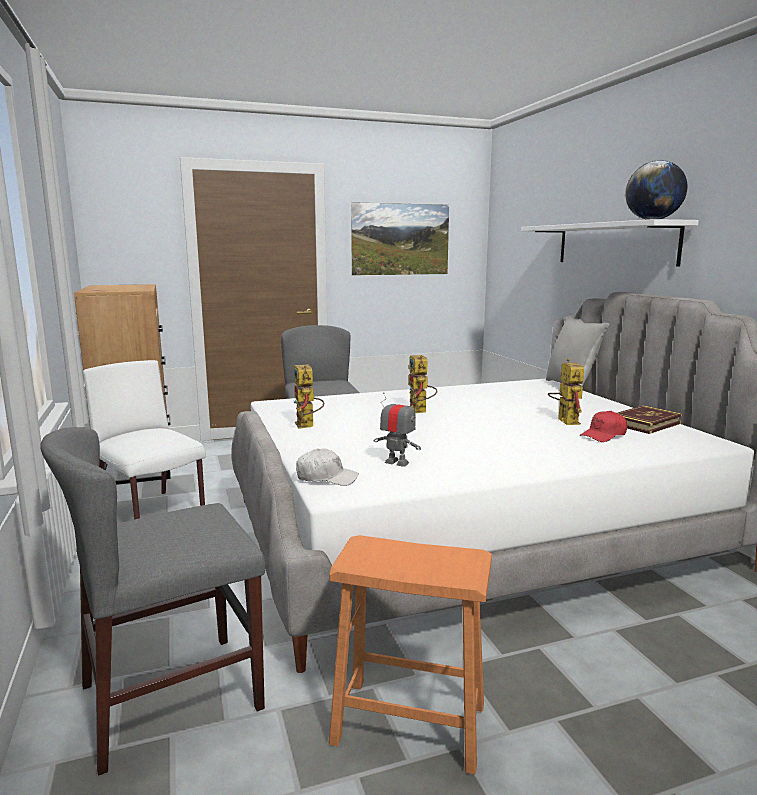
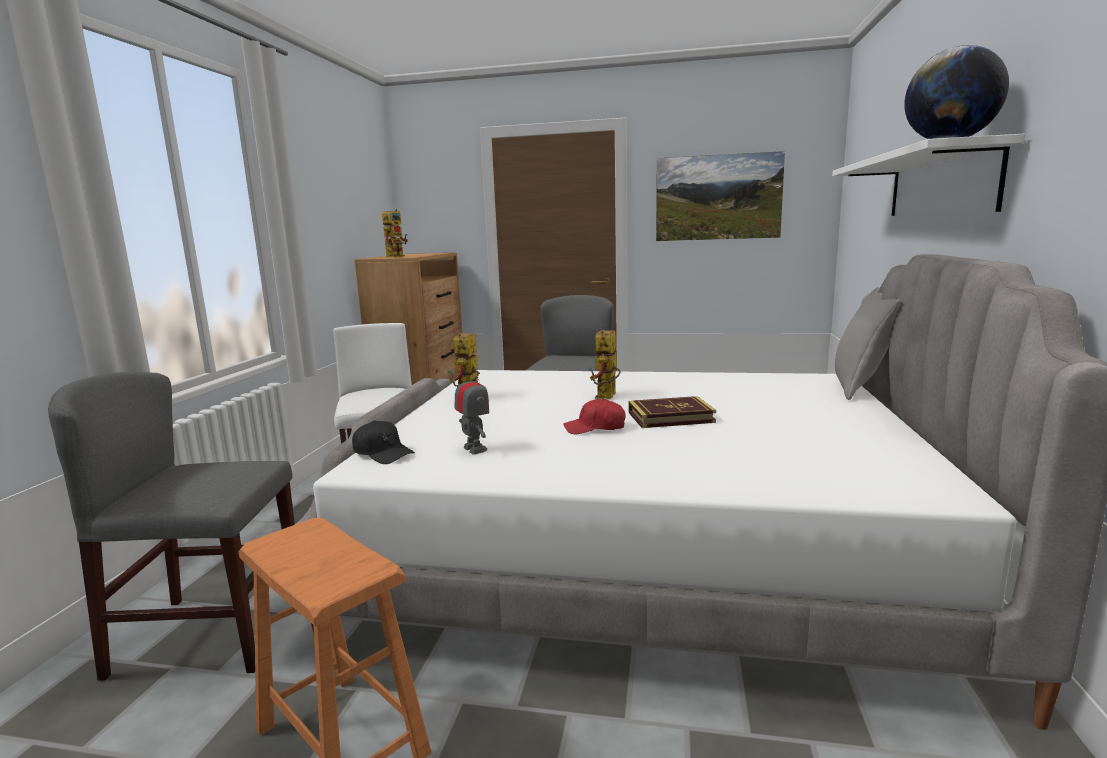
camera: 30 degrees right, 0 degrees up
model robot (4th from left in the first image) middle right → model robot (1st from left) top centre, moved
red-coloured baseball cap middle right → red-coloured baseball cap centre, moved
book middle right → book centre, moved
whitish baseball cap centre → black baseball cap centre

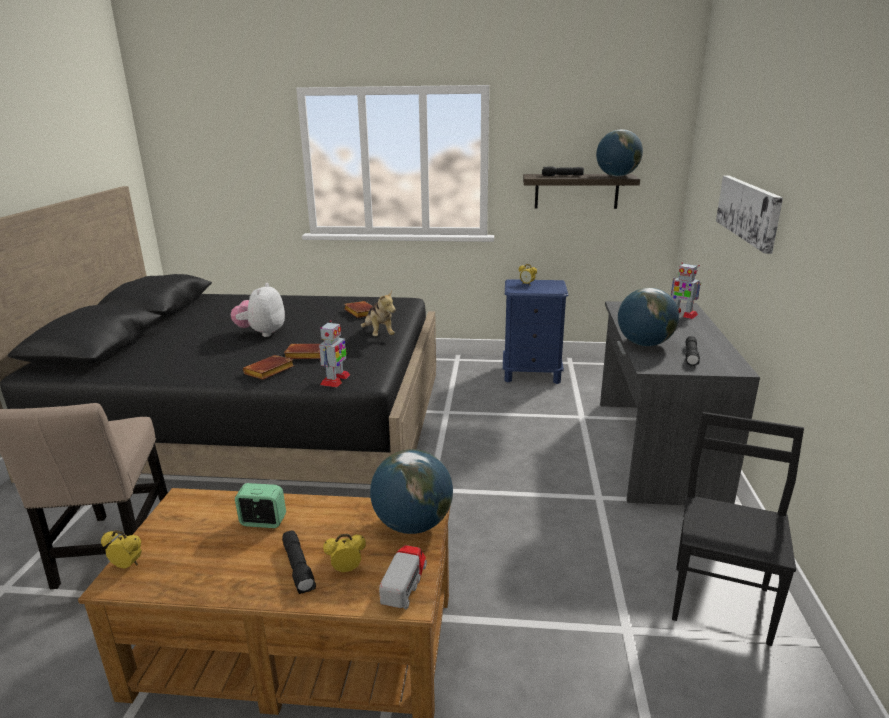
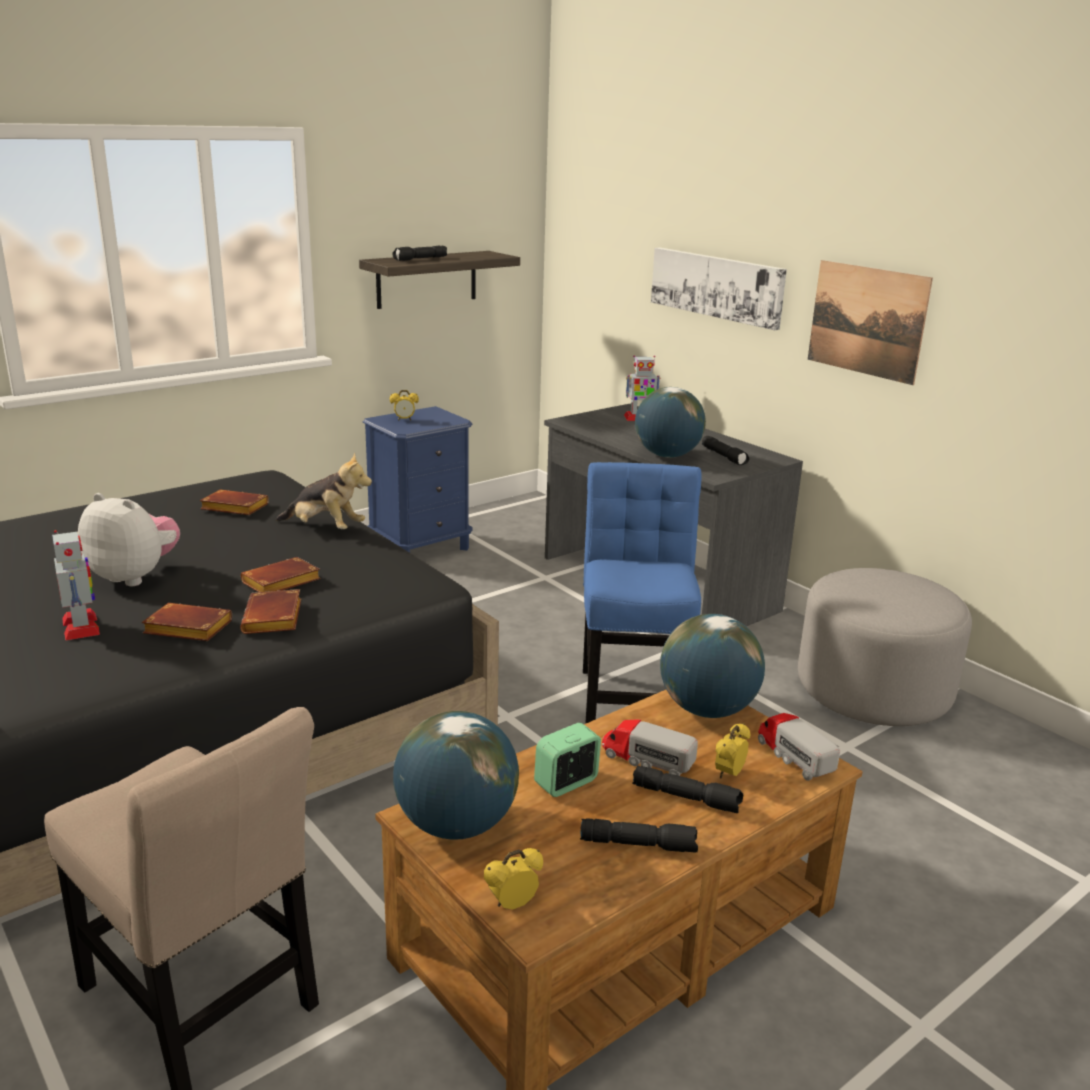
camera: 45 degrees left, 0 degrees up
- → brown book (1st from left) middle left
- → black hand torch (2nd from left) bottom centre
- → bluish chair centre
- → toy truck (1st from left) bottom centre
- → wall art (2nd from left) top right
model robot (1st from left) centre → model robot (1st from left) middle left, moved
world globe (2nd from left in the first image) top right → world globe (1st from left) bottom centre, moved
black chair bottom right → gray footrest middle right
soft toy (1st from left) middle left, 150 degrees clockwise

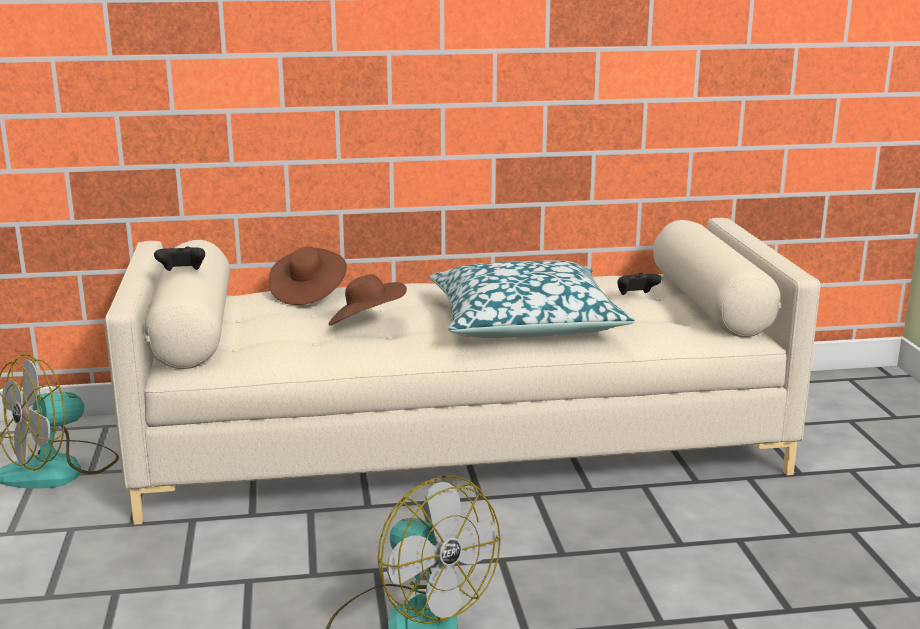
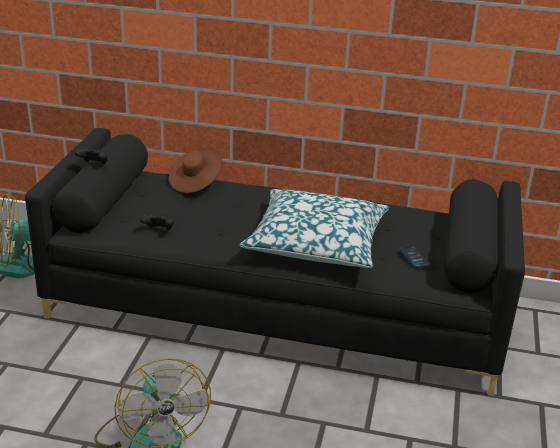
camera: 20 degrees right, 10 degrees up
brown clothing hat (2nd from left) centre → -
- → handset middle right
black joypad (2nd from left) middle right → black joypad (2nd from left) middle left, moved
sand-coloured sofa centre → black sofa centre

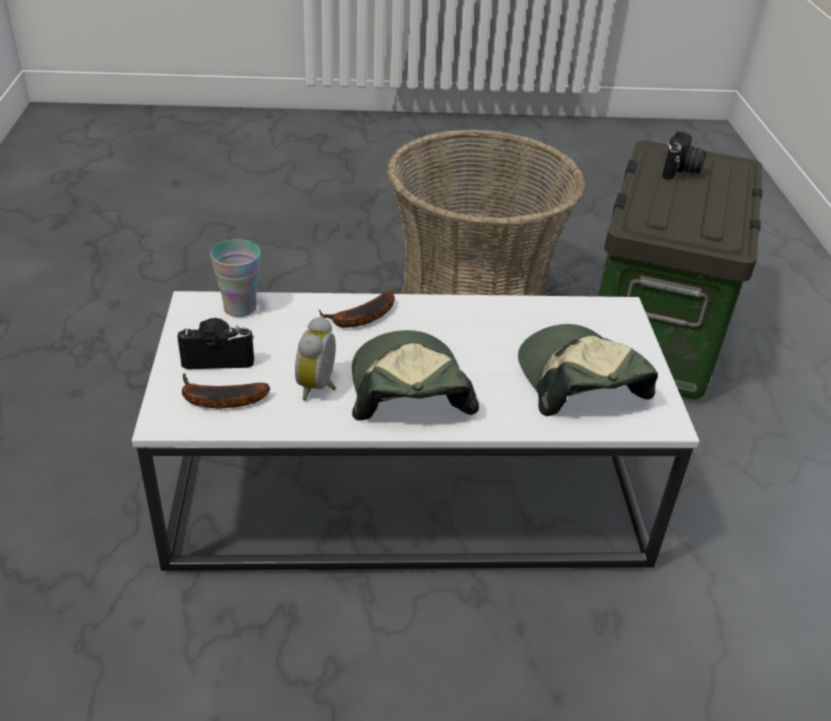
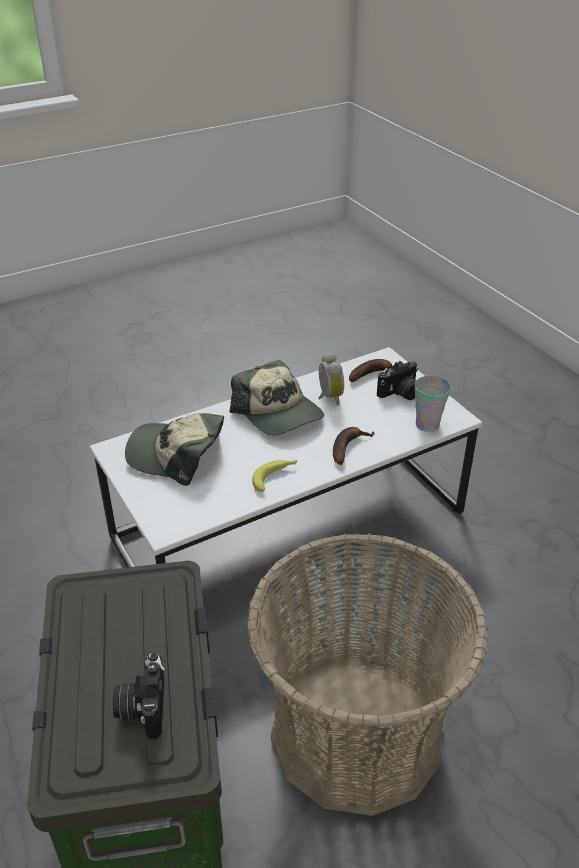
camera: 155 degrees right, 0 degrees up
- → banana (1st from left) centre
baseball cap (2nd from left in the first image) middle right → baseball cap (1st from left) middle left, 150 degrees clockwise

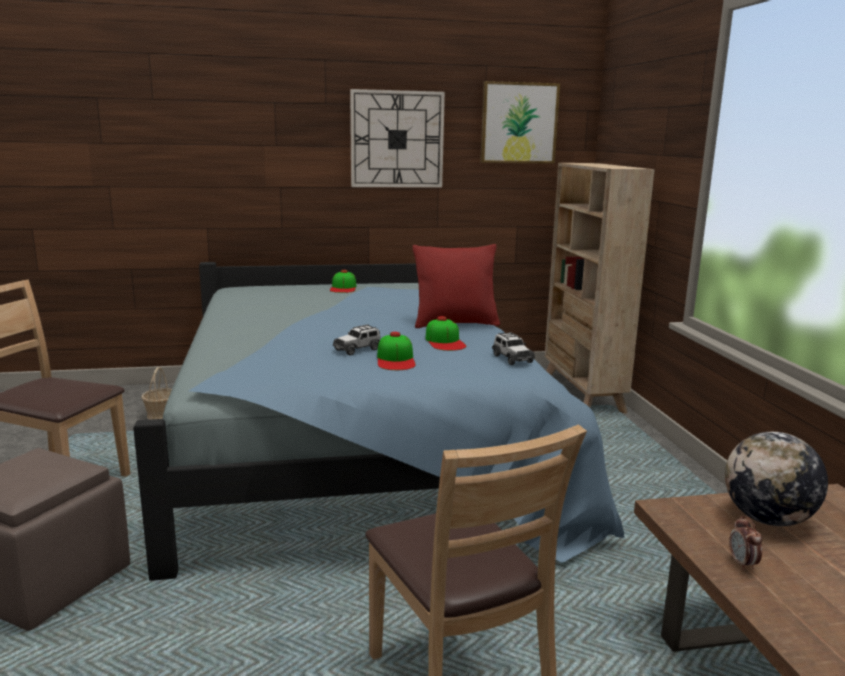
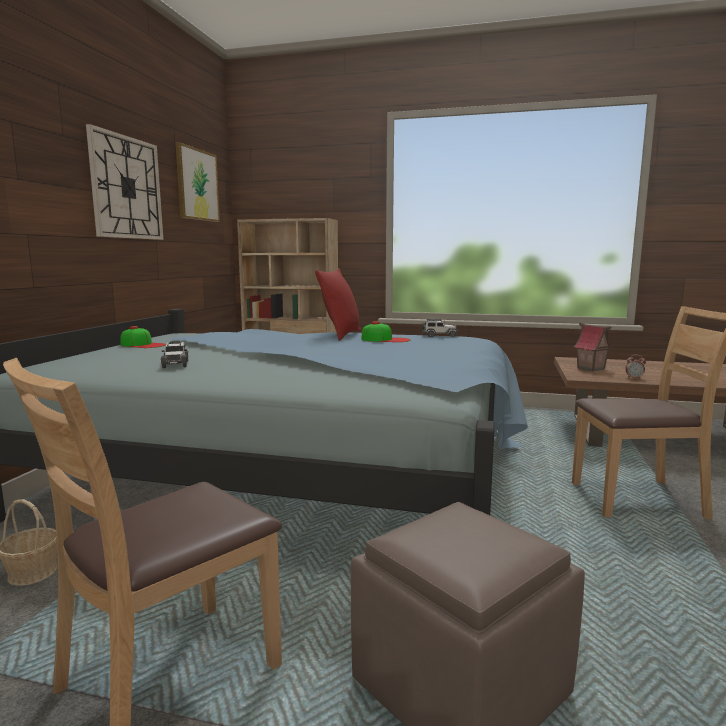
camera: 65 degrees left, 5 degrees down
baseball cap (2nd from left) centre → -
toy car (1st from left) centre → toy car (1st from left) middle left, moved
world globe bottom right → model house middle right

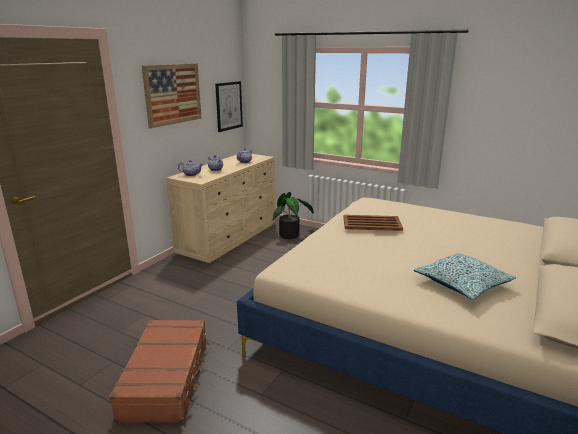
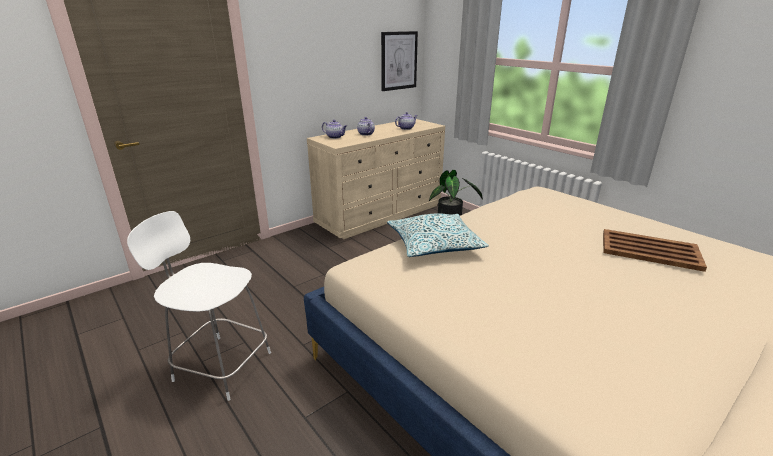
camera: 20 degrees right, 5 degrees up
wall art (1st from left) top left → -
brown serving tray centre → brown serving tray middle right, moved
throw pillow middle right → throw pillow centre, moved
brown travel case bottom left → whitish chair bottom left

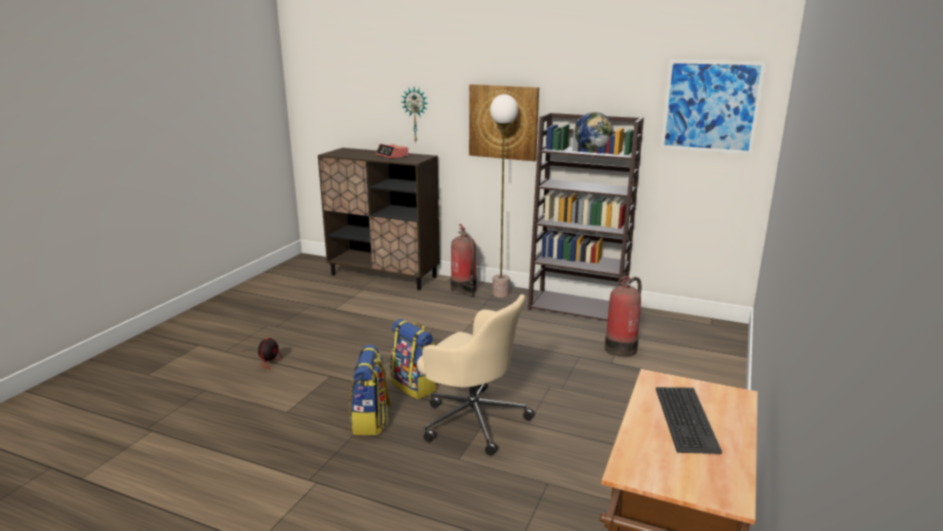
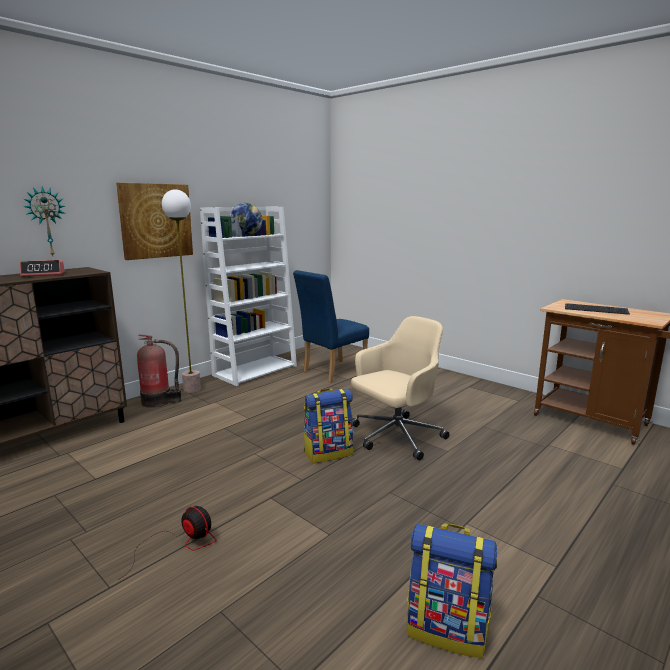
camera: 70 degrees left, 5 degrees down
wall art (2nd from left) top right → -
backpack (1st from left in the first image) bottom centre → backpack (2nd from left) bottom right, moved
fire-fighting cylinder (2nd from left) centre → bluish chair centre
brown bookshelf centre → whitish bookshelf centre

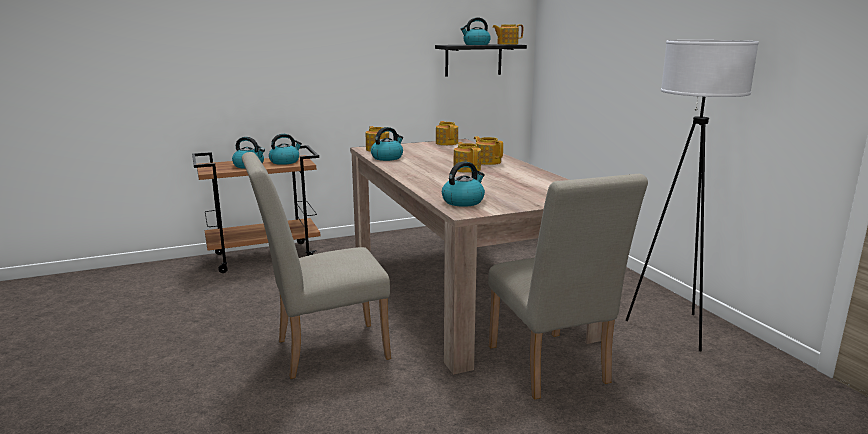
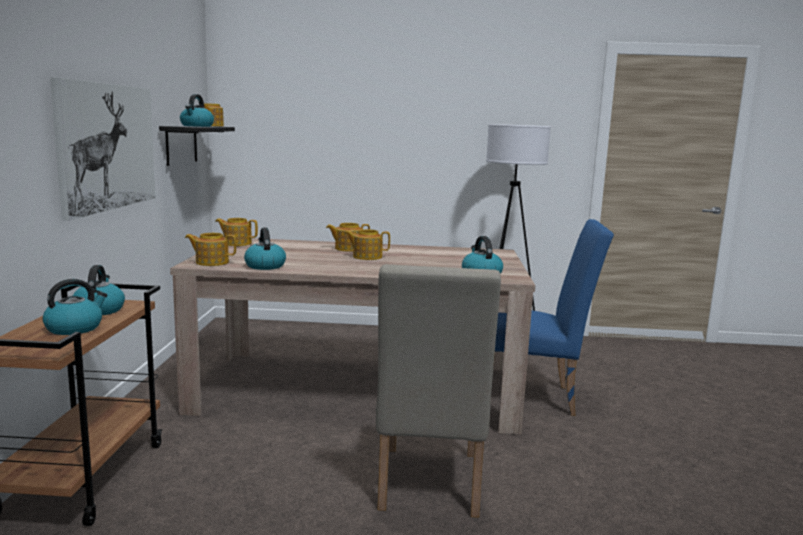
camera: 65 degrees left, 5 degrees down
- → wall art top left
sand-coloured chair (2nd from left) centre → bluish chair middle right

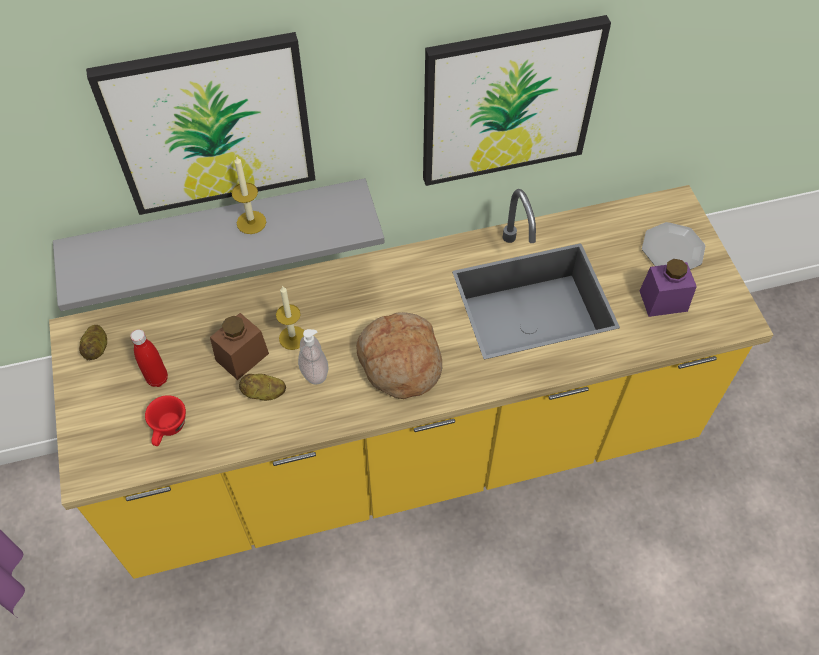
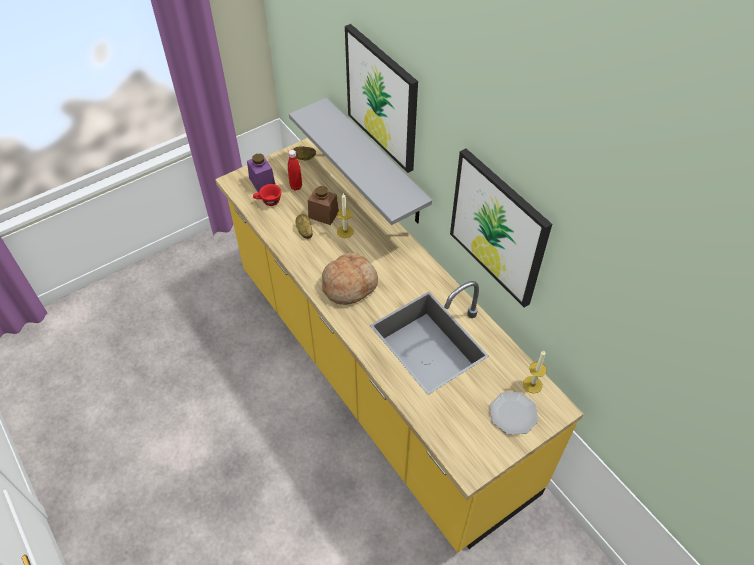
camera: 70 degrees right, 5 degrees down
liquid soap bottle centre → -
candle (1st from left in the first image) top left → candle (2nd from left) middle right, moved
purplish preserve jar middle right → purplish preserve jar top centre, moved

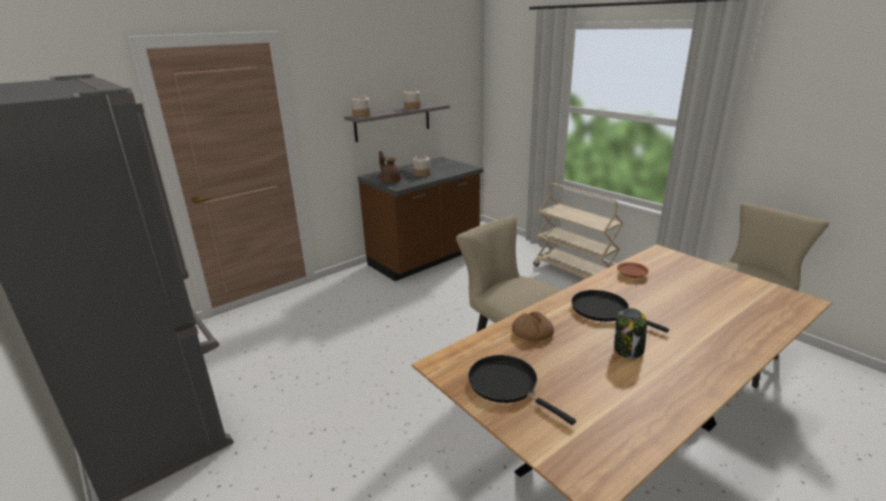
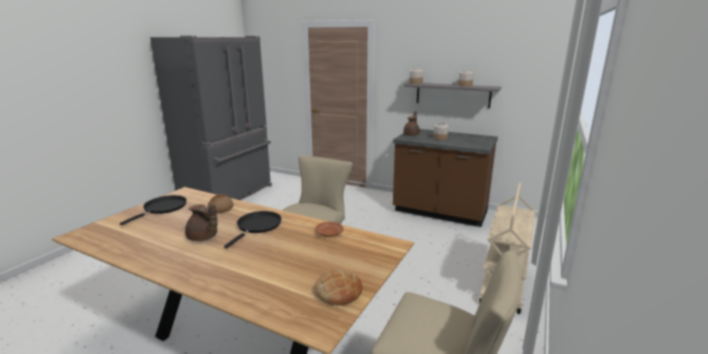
camera: 65 degrees right, 5 degrees down
- → bread (2nd from left) bottom centre
preserve jar (4th from left) middle right → brown teapot (1st from left) middle left

